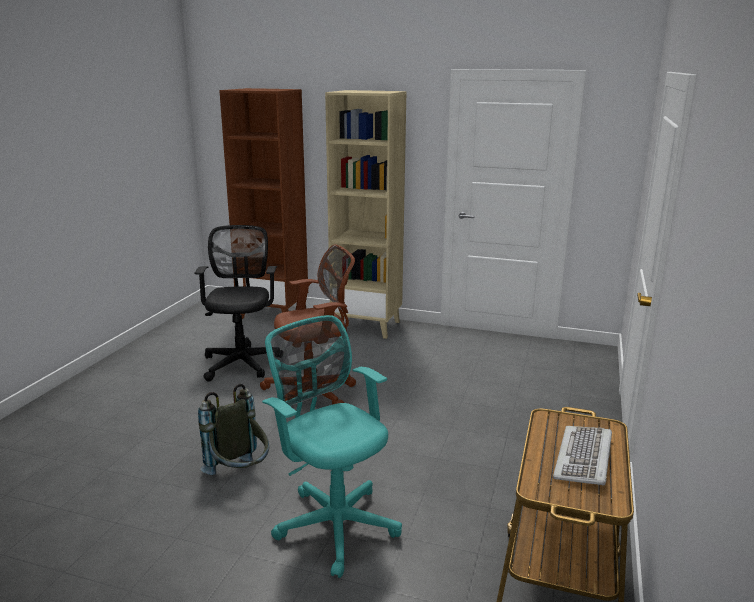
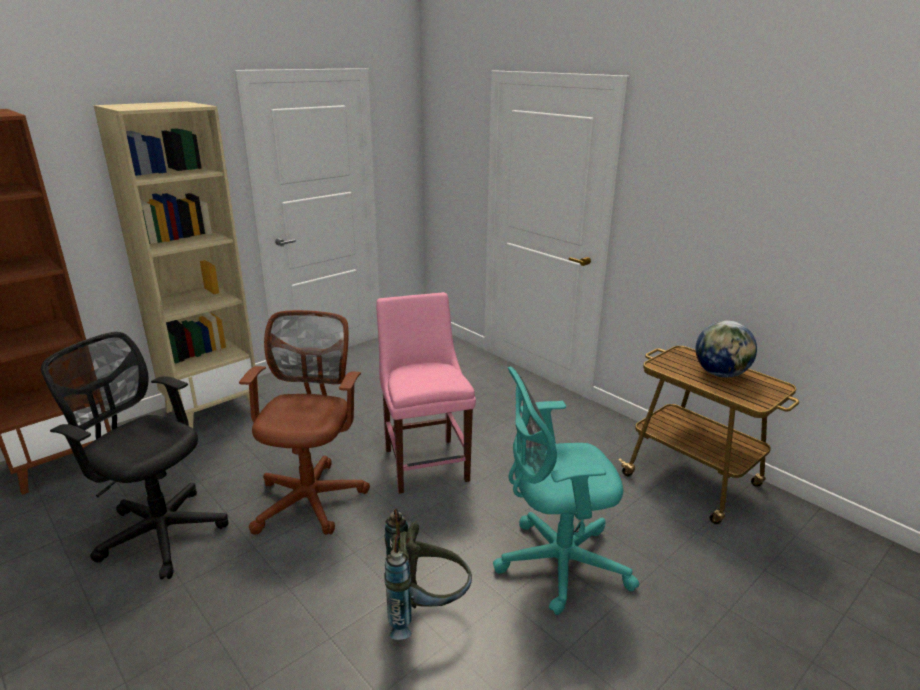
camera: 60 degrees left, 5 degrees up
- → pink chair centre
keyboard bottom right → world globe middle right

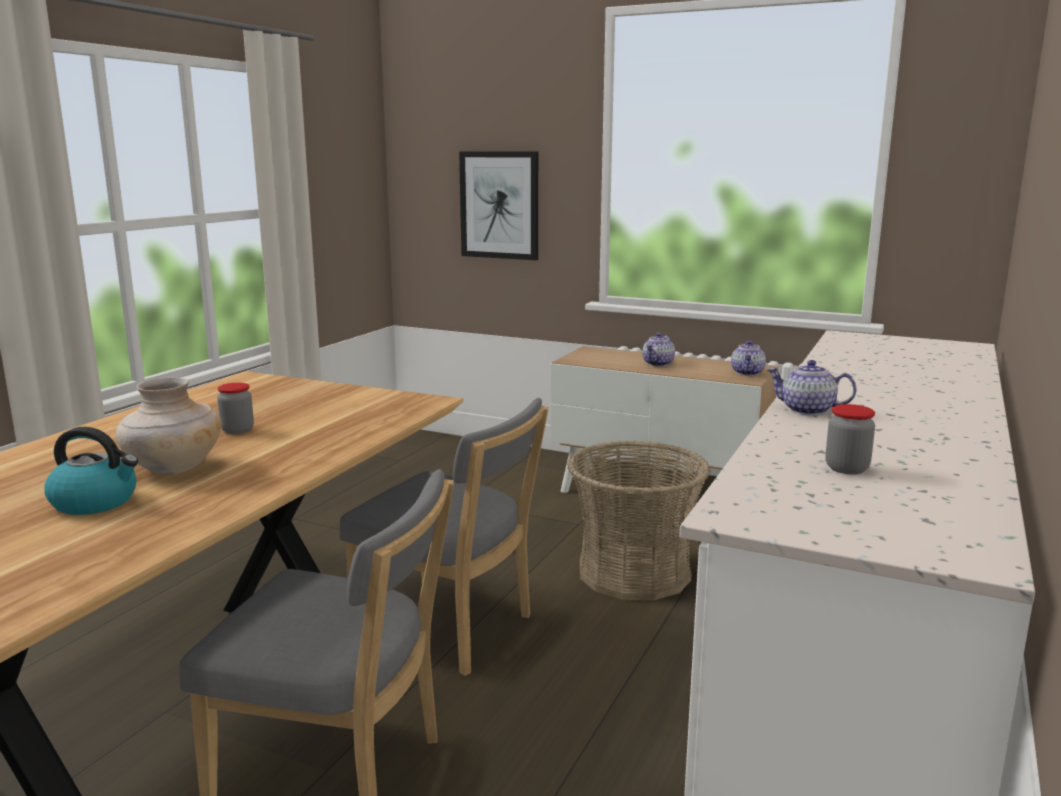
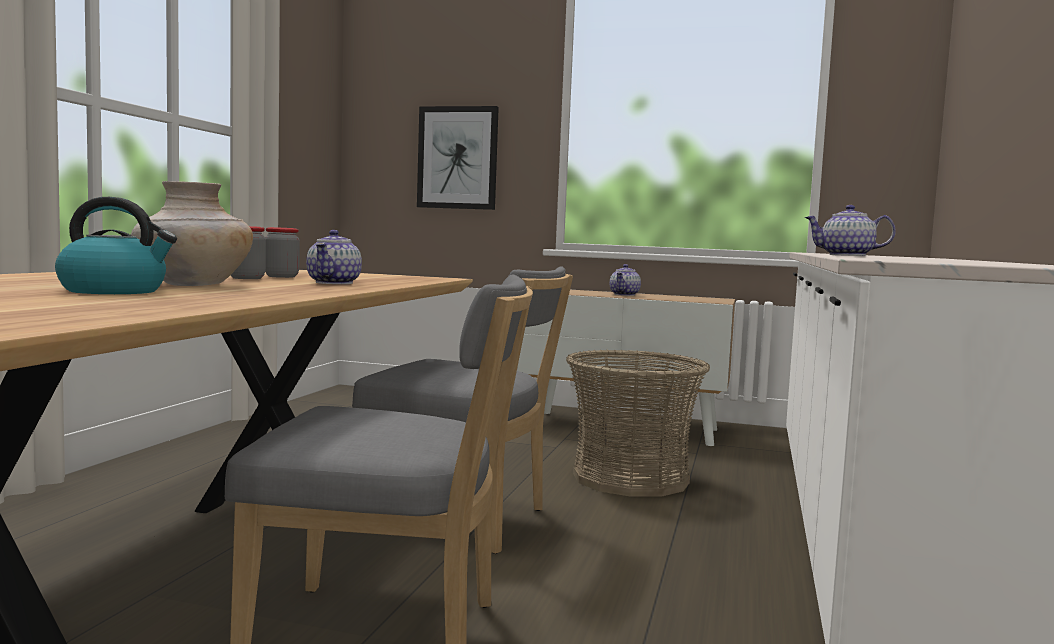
camera: 10 degrees left, 10 degrees down
teapot (2nd from left in the first image) middle right → teapot (1st from left) middle left, moved
preserve jar (2nd from left) middle right → preserve jar (2nd from left) middle left, moved

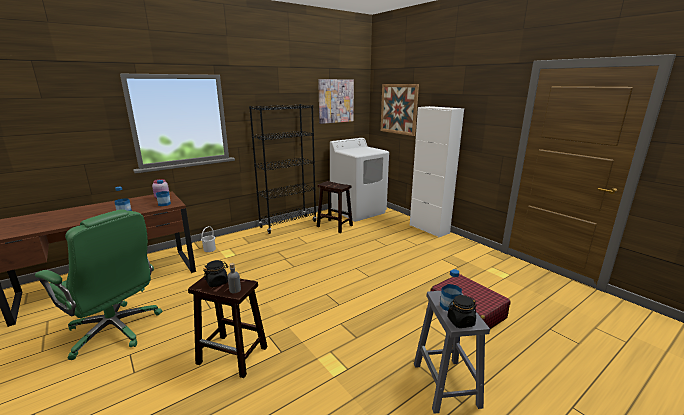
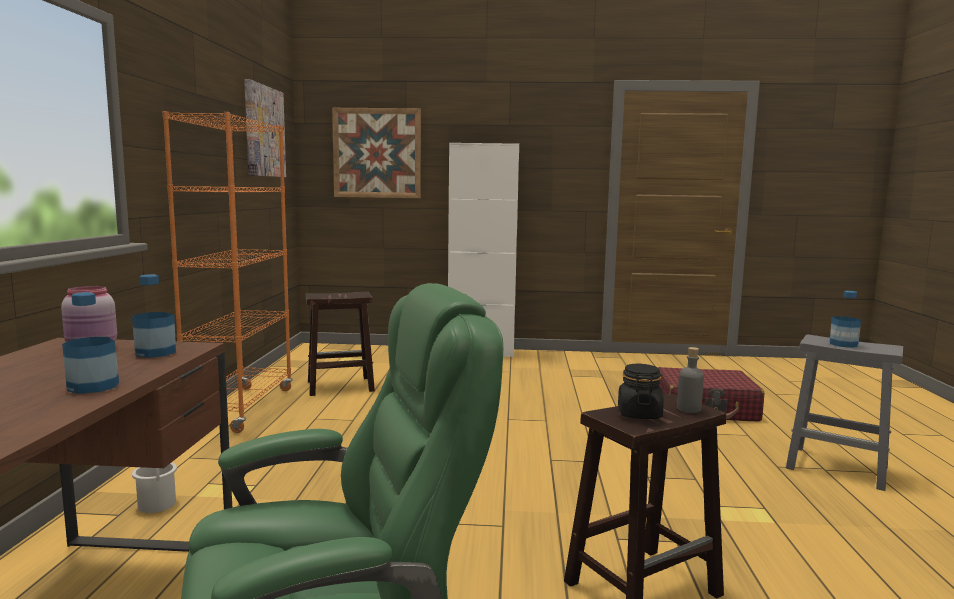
camera: 50 degrees left, 10 degrees down
whitish laundry machine centre → -
black preserve jar (2nd from left) bottom right → -
black bookshelf centre → orange-coloured bookshelf middle left

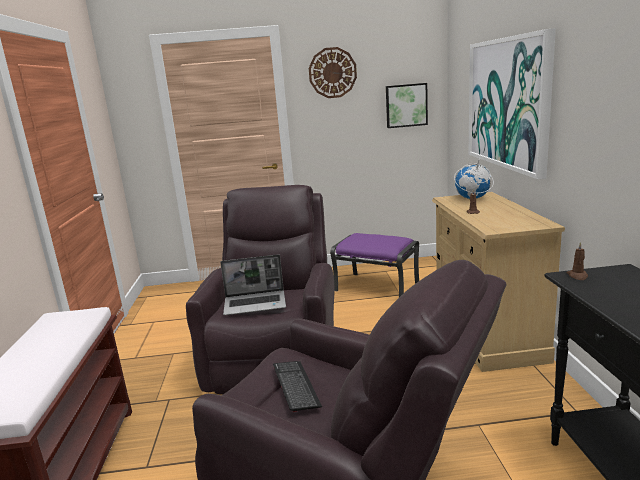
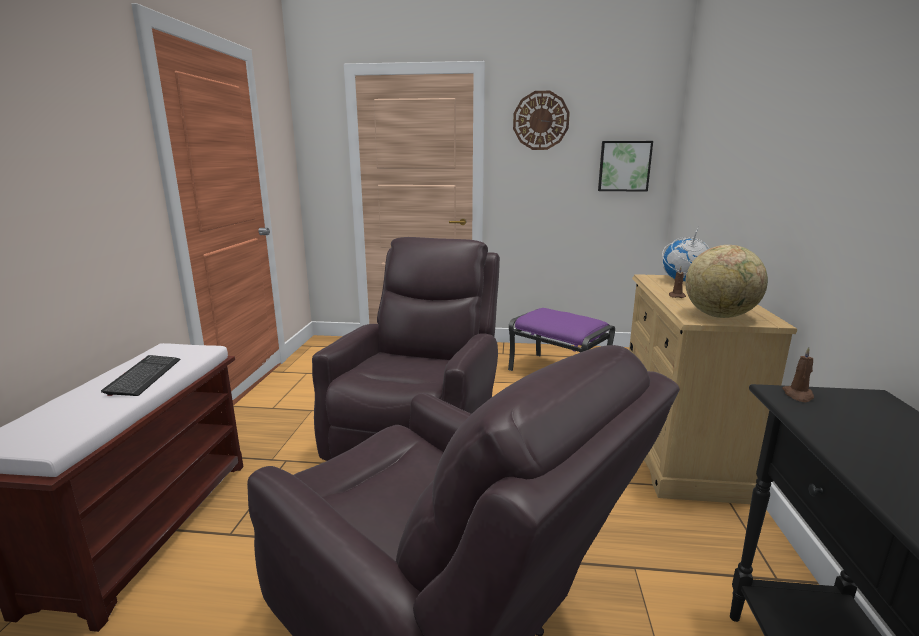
camera: 10 degrees right, 0 degrees up
portable computer centre → -
wall art (2nd from left) top right → -
- → world globe (2nd from left) middle right
keyboard bottom centre → keyboard middle left, moved

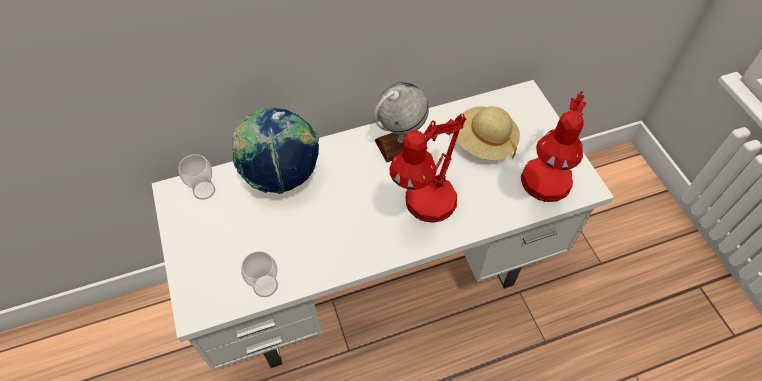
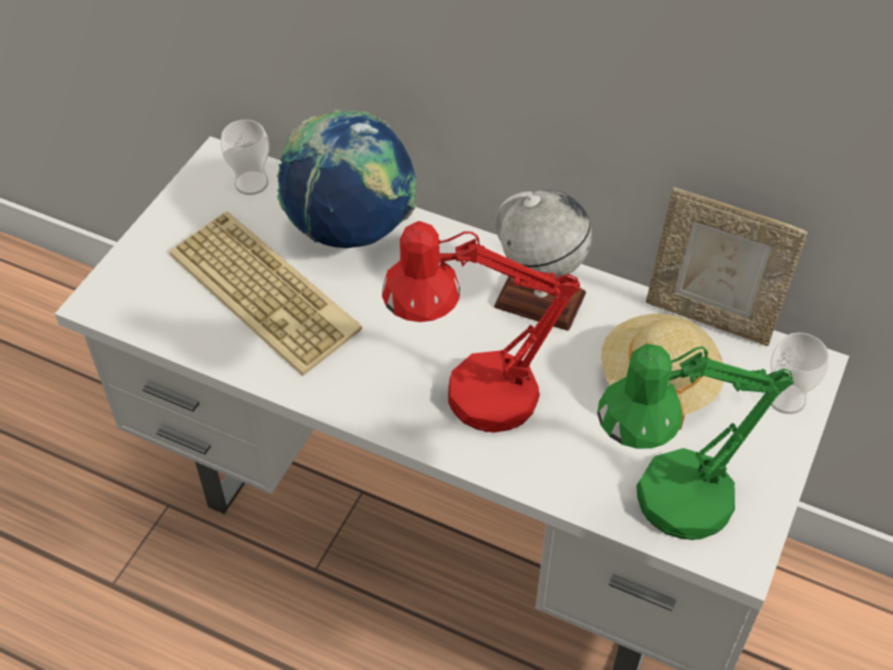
camera: 45 degrees right, 5 degrees down
- → keyboard middle left
- → standing frame middle right
small cup (2nd from left) bottom centre → small cup (2nd from left) middle right, moved
red-coloured lamp for a table (2nd from left) middle right → green lamp for a table middle right

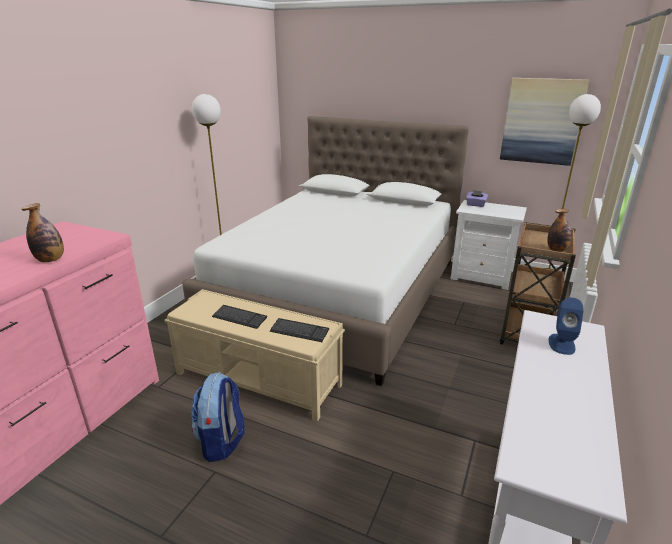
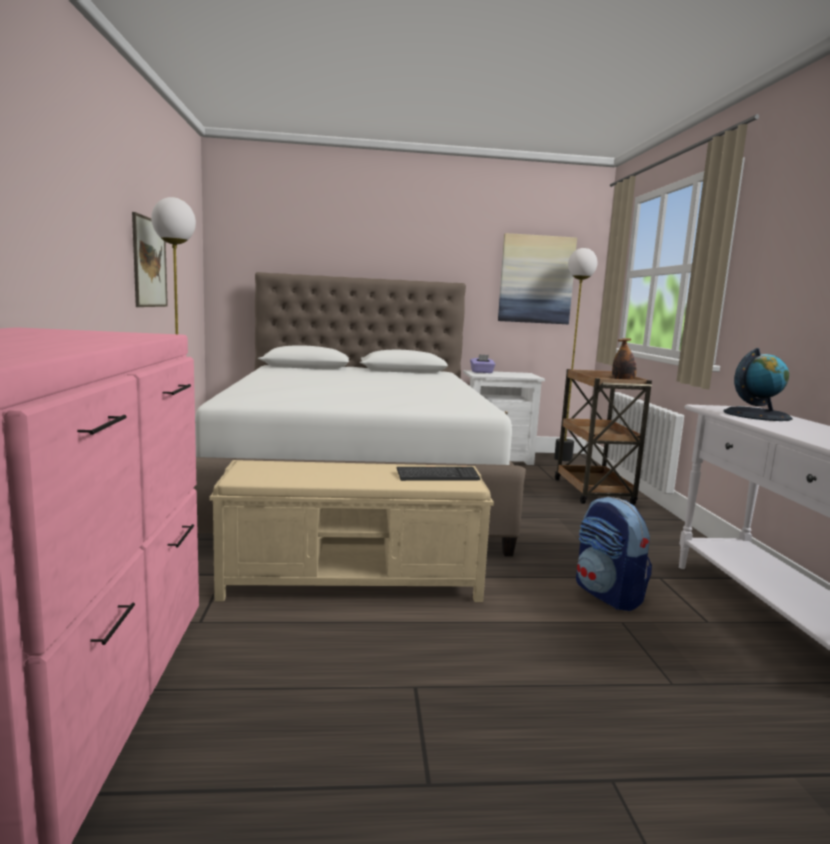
camera: 30 degrees left, 15 degrees down
drink bottle (1st from left) middle left → -
keyboard (1st from left) centre → -
- → wall art (1st from left) top left
backpack bottom left → backpack middle right, moved
bluish speaker middle right → world globe middle right

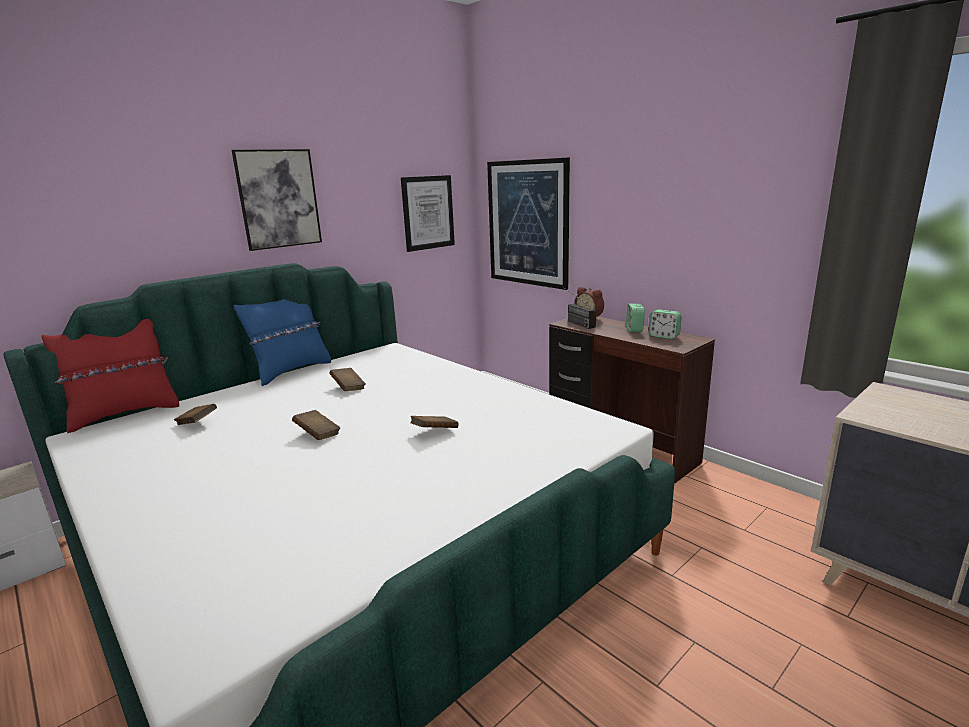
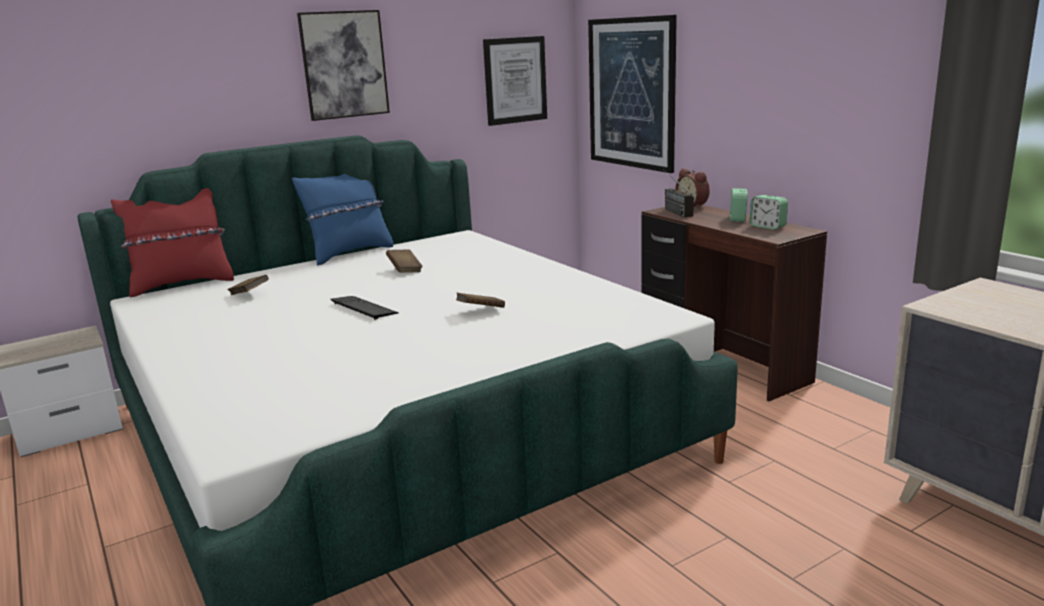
camera: 10 degrees right, 0 degrees up
brown book (2nd from left) middle left → keyboard centre

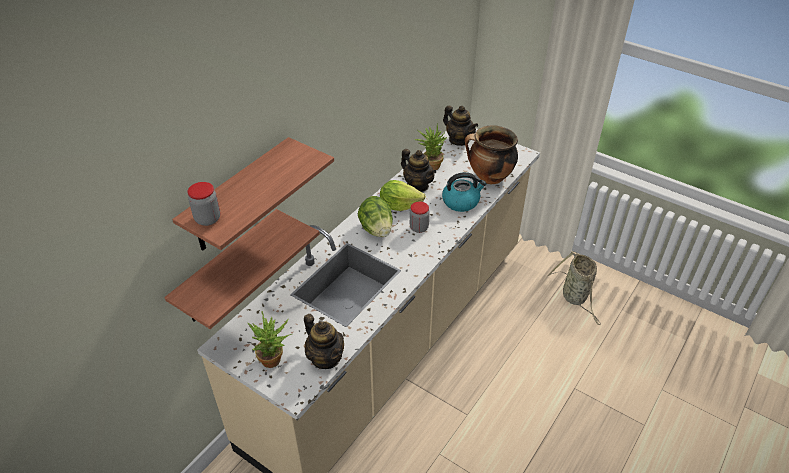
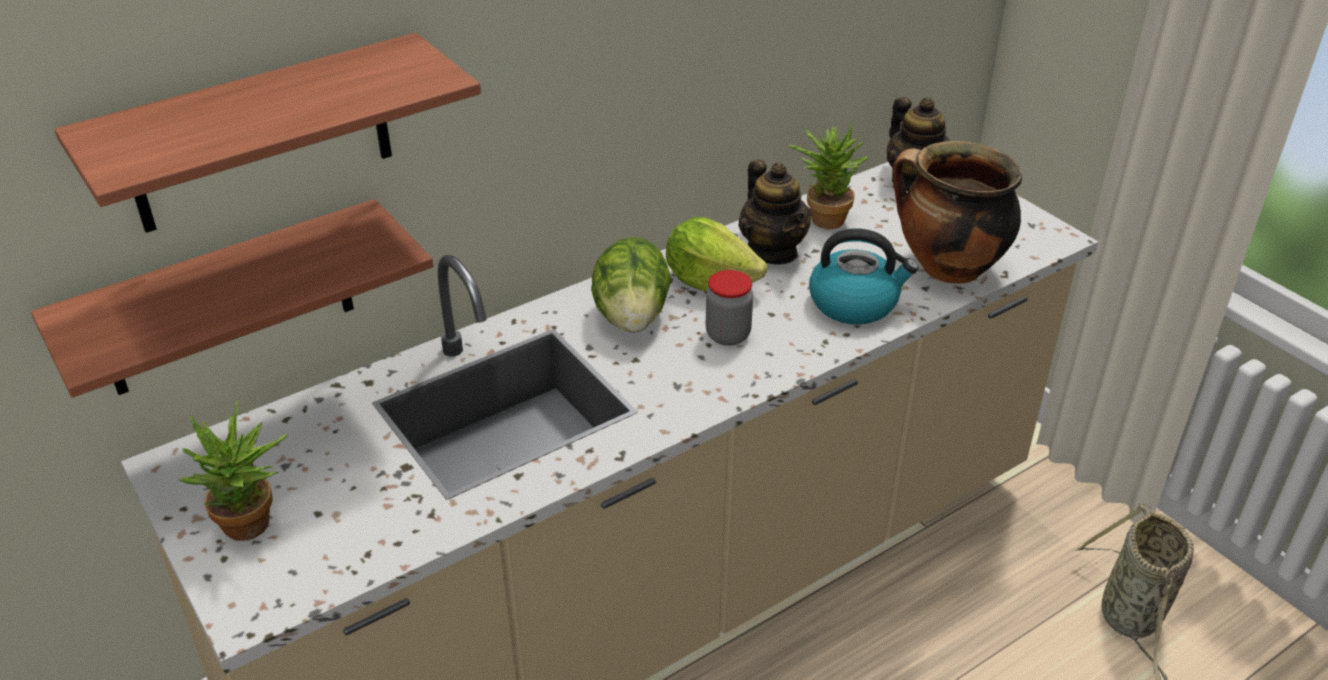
camera: 20 degrees right, 5 degrees down
preserve jar (1st from left) middle left → -
teapot (1st from left) bottom centre → -

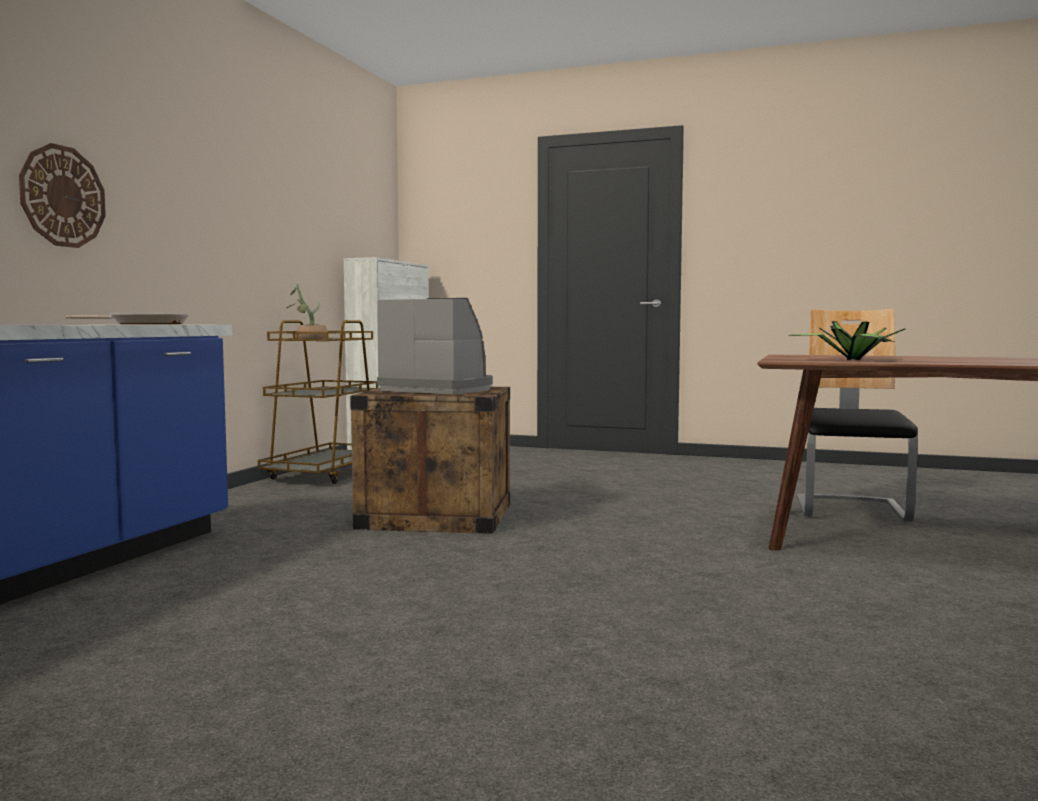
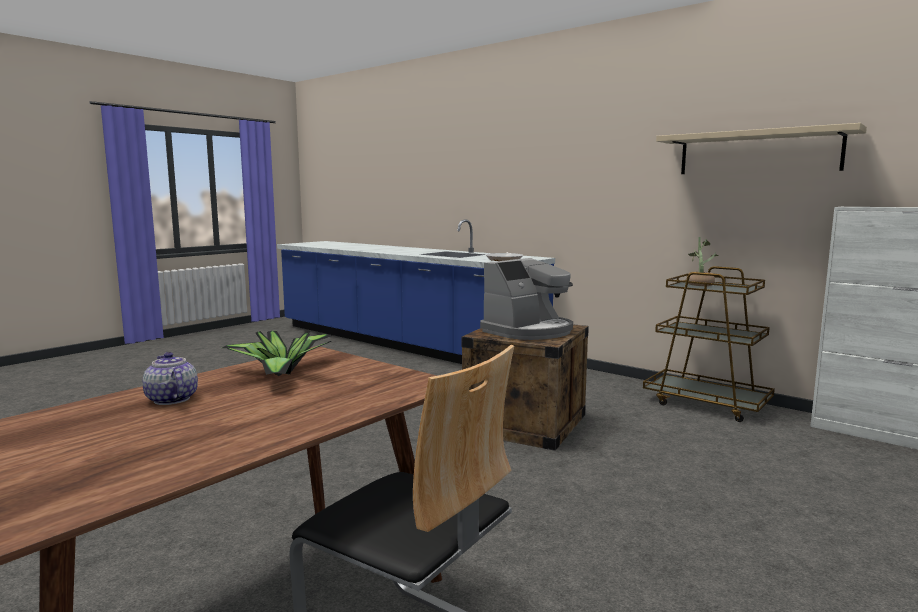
camera: 110 degrees right, 5 degrees up
hanging clock top left → -
- → teapot middle left
- → sand-coloured wall shelf top right

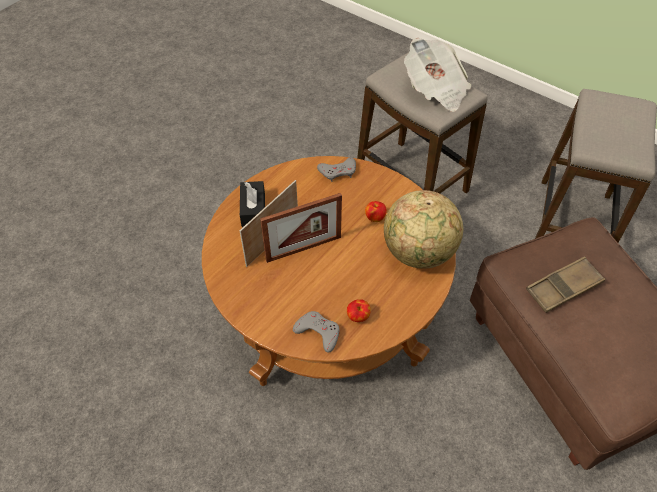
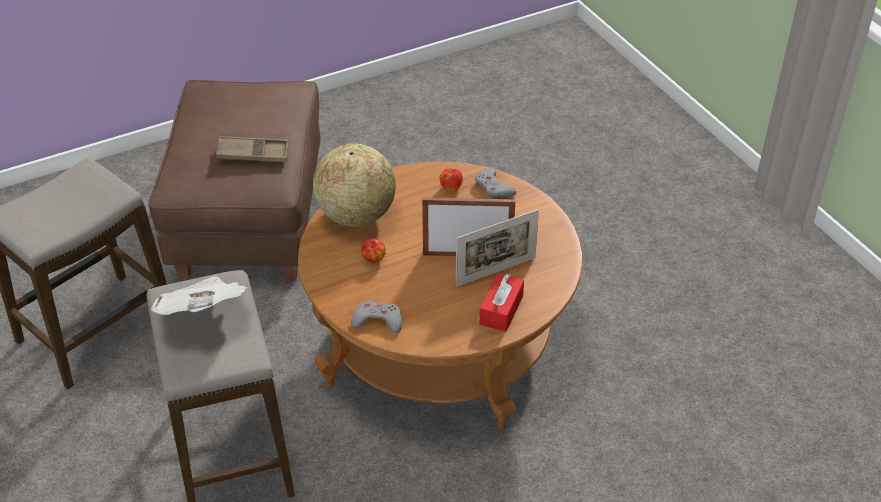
camera: 155 degrees left, 10 degrees down
black box of tissues centre → red-coloured box of tissues centre

